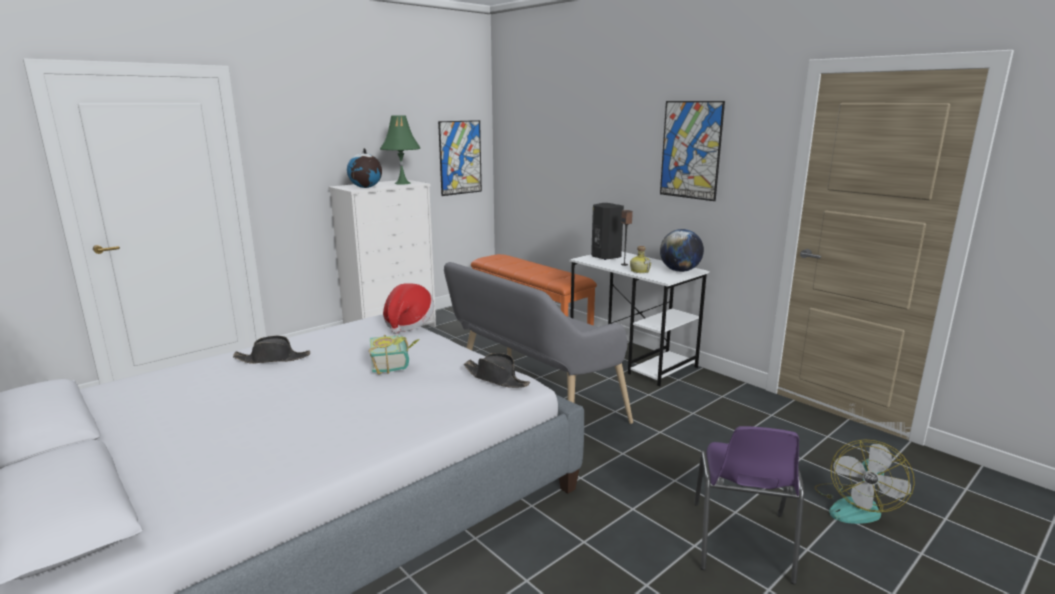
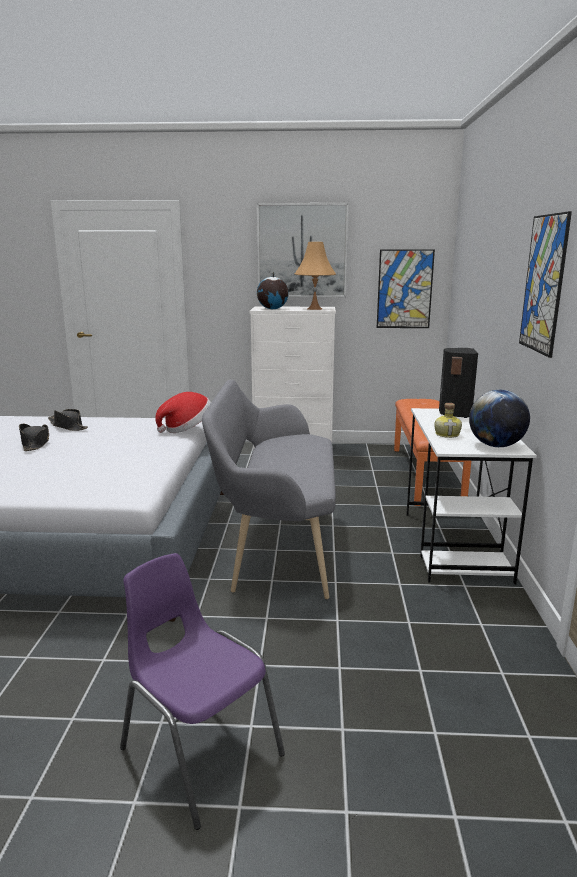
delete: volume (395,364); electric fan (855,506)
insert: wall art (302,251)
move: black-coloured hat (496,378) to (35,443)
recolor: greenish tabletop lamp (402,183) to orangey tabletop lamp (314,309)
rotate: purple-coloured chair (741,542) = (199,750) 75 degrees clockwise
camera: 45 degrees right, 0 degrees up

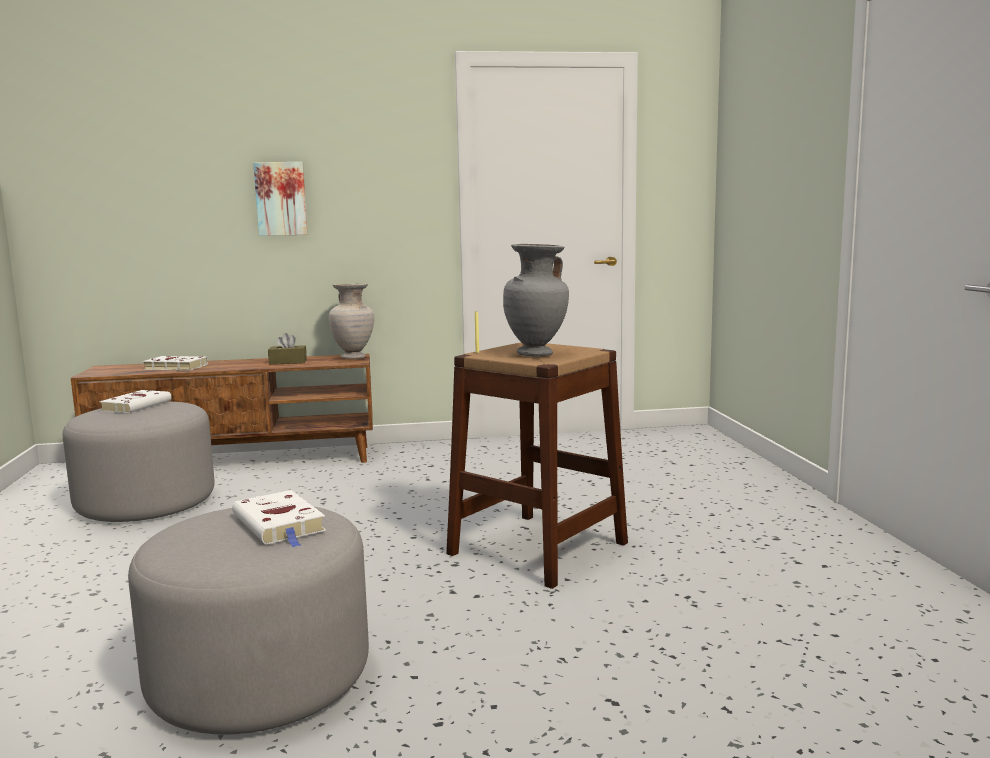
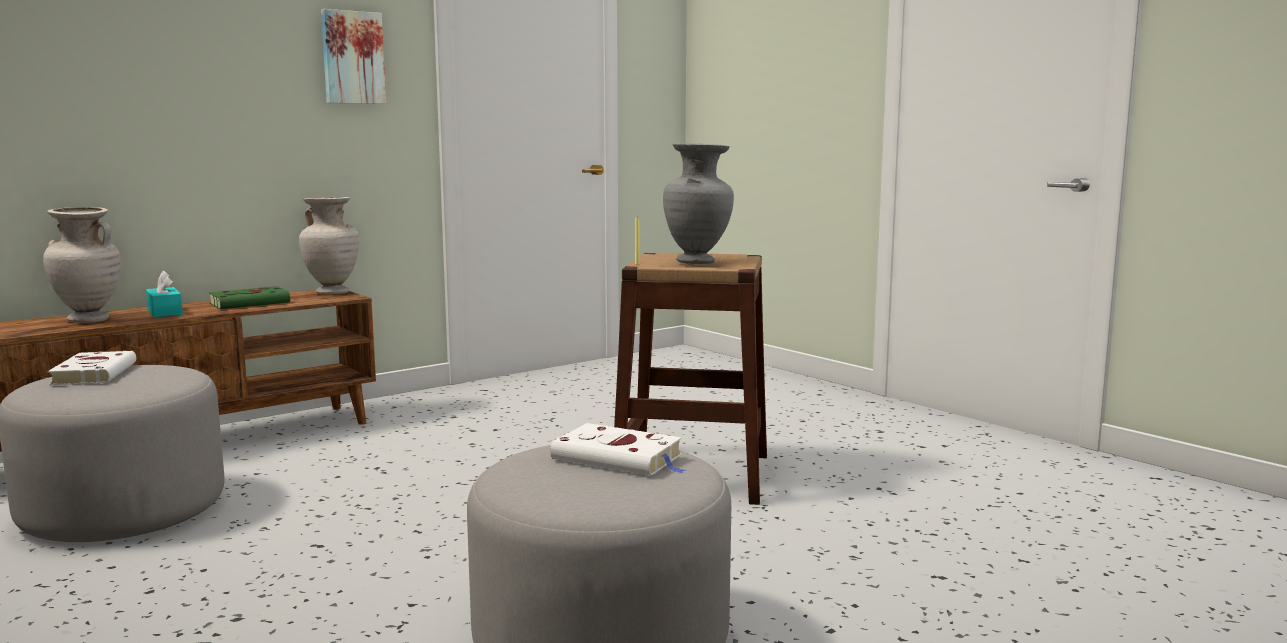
insert: blue-green tissue box (165,312)
move: wall art (281,199) to (352,58)
replace: brown tissue box (288,362) to greenish volume (252,303); white volume (174,367) to sand-coloured decorative vase (88,320)
camera: 30 degrees left, 0 degrees up

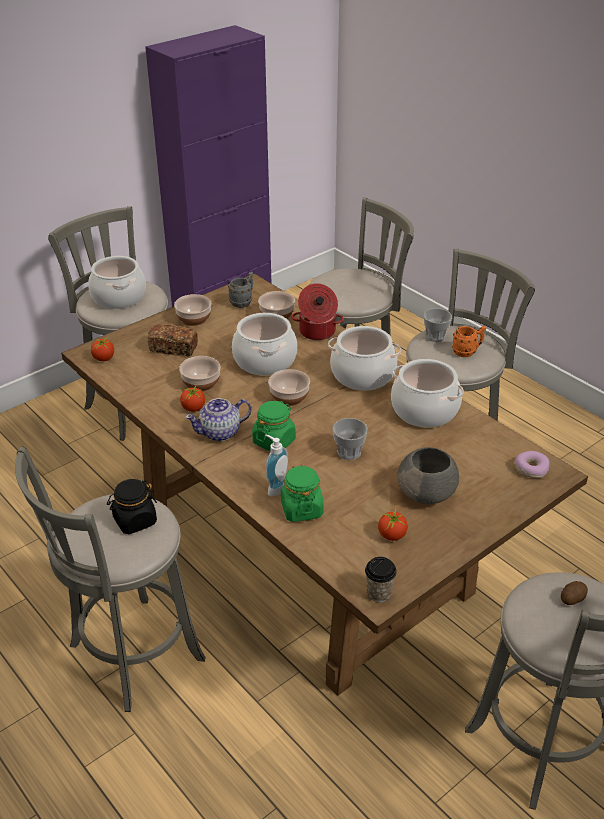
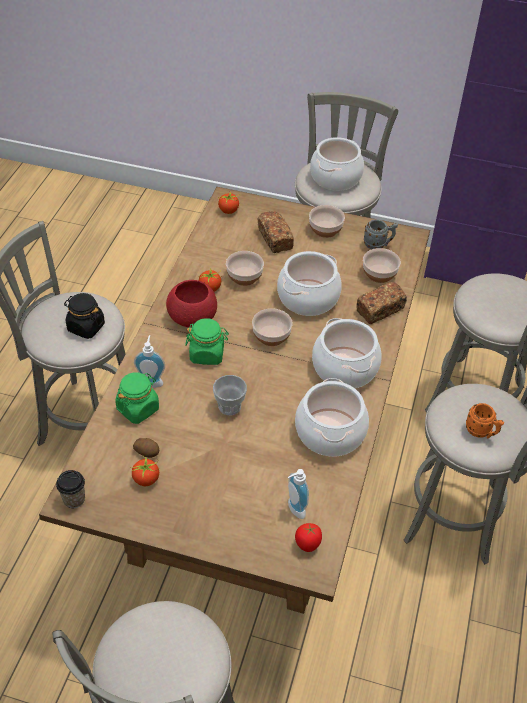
delete: drinking cup (435,336); grey deep dish (427,493)
insert: soap dispenser (293,510)
move: spud (572,598) to (147,451)
replace: saucepot (317,332) to bakery bread (380,310); tea pot (220,432) to reddish deep dish (193,318); donut (531,469) to fresh tomato (307,545)
camera: 55 degrees right, 10 degrees up

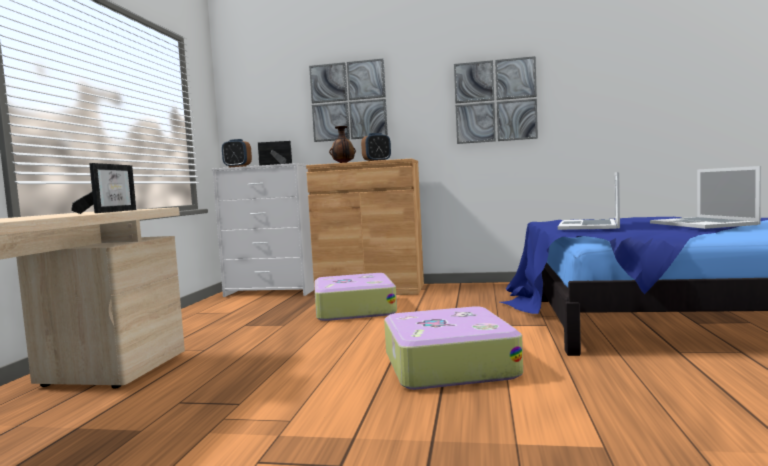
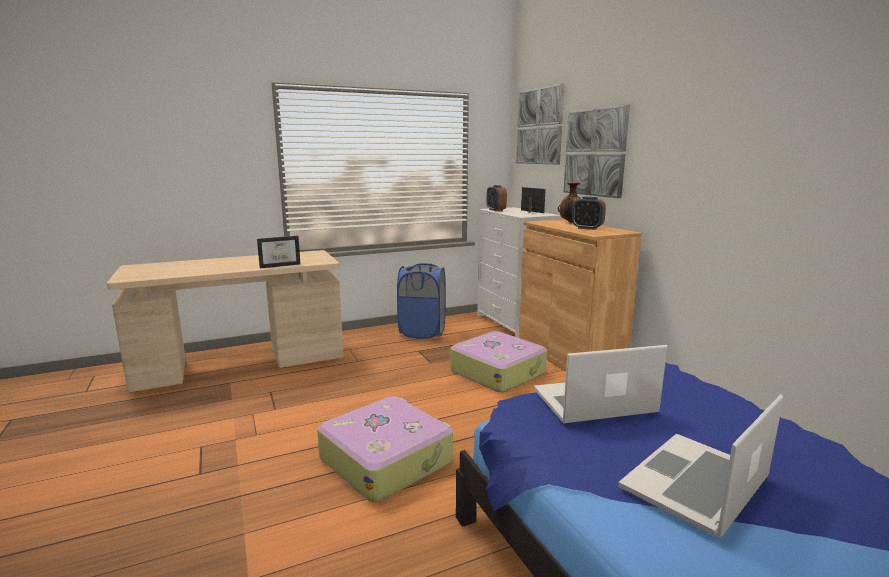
insert: blue hamper (422,332)
move: wall art (495,101) to (539,126)
camera: 55 degrees right, 10 degrees up

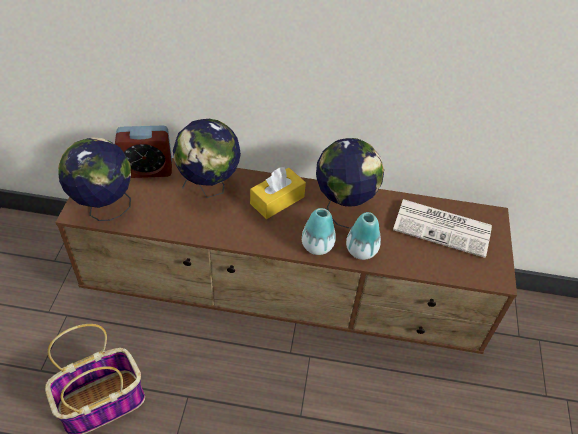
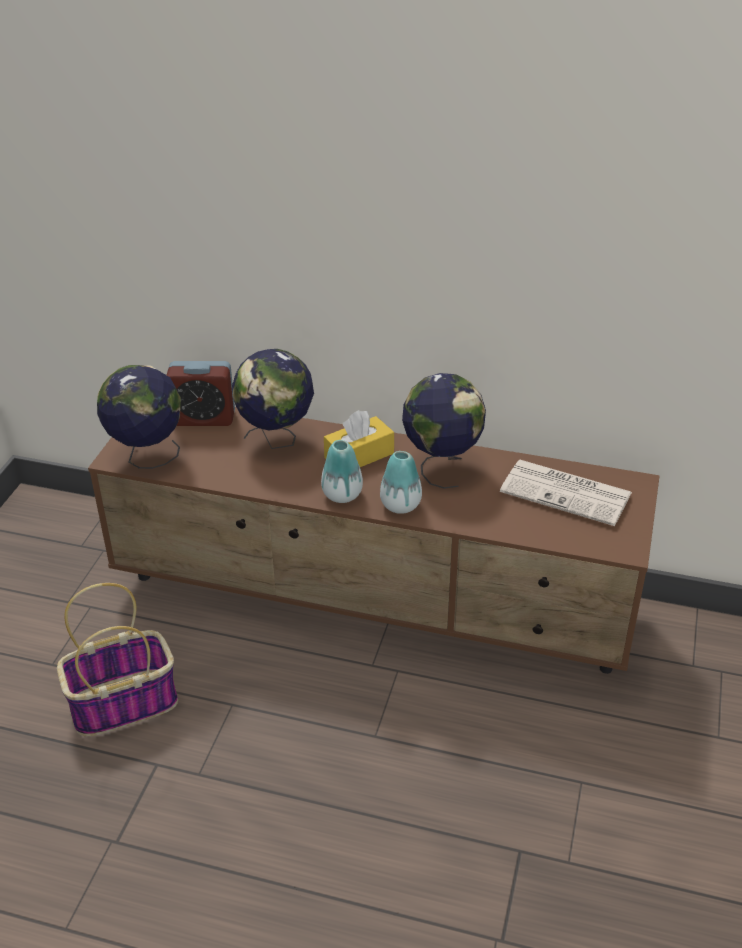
move: decorative vase (361,250) to (342,495)
camera: 10 degrees right, 10 degrees down

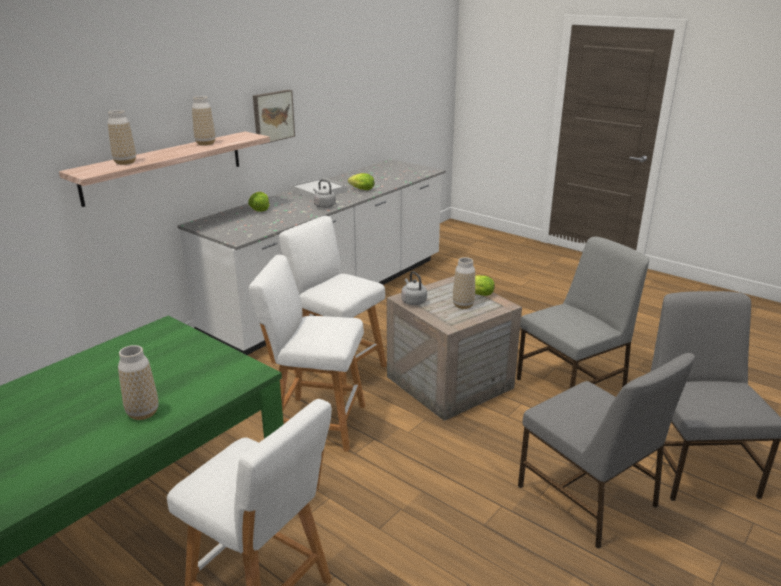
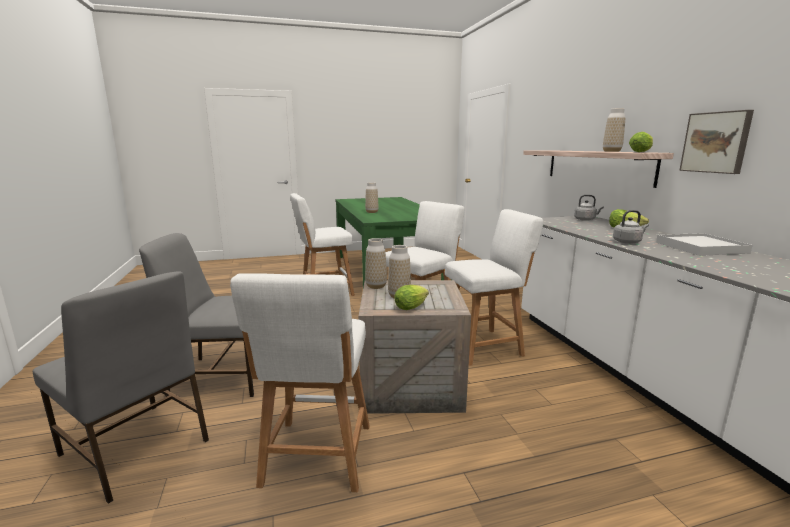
move: decorative vase (125,162) to (376,286); lettuce head (360,189) to (641,152); grey water kettle (413,301) to (585,219)
replace: grey chair (573,384) to white stool seat (316,459)
camera: 125 degrees right, 10 degrees down

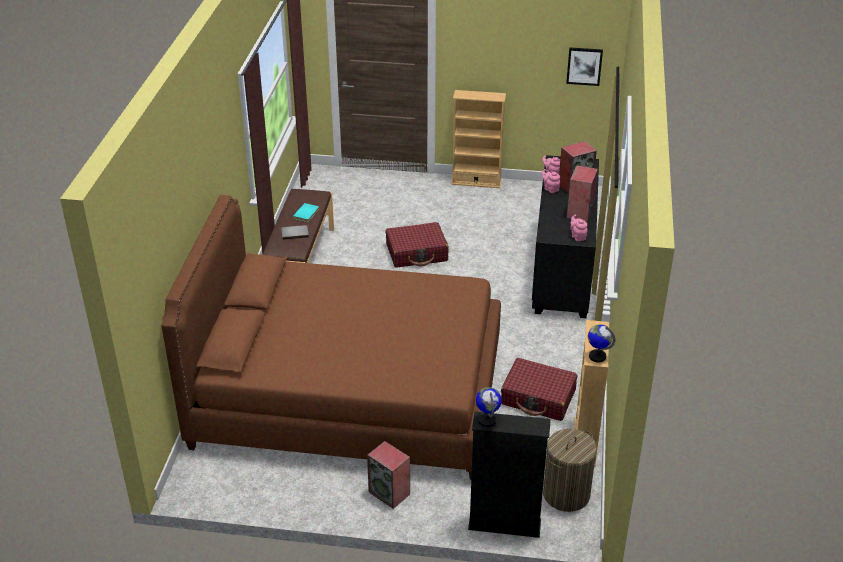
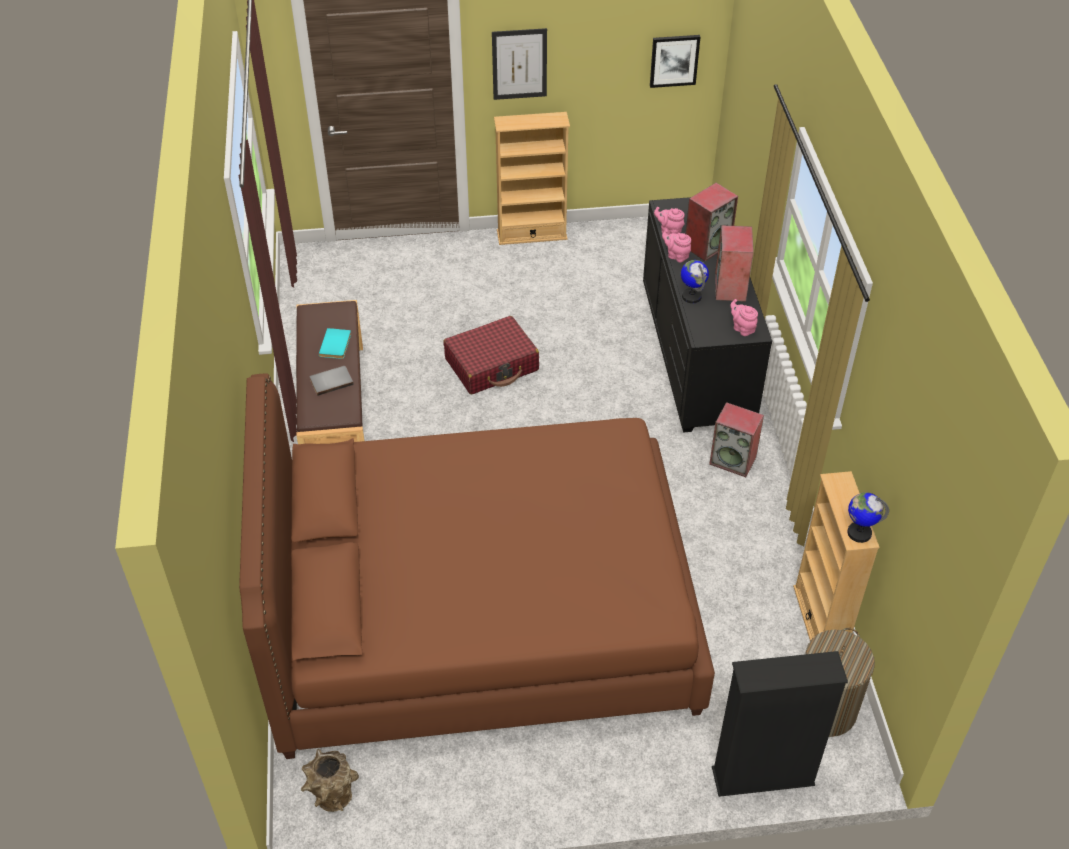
delete: reddish suitcase (538,397)
insert: wall art (519,64); brown decorative vase (331,795)
move: desk globe (487,420) to (691,296); speaker (390,493) to (733,460)
camera: 15 degrees left, 10 degrees up

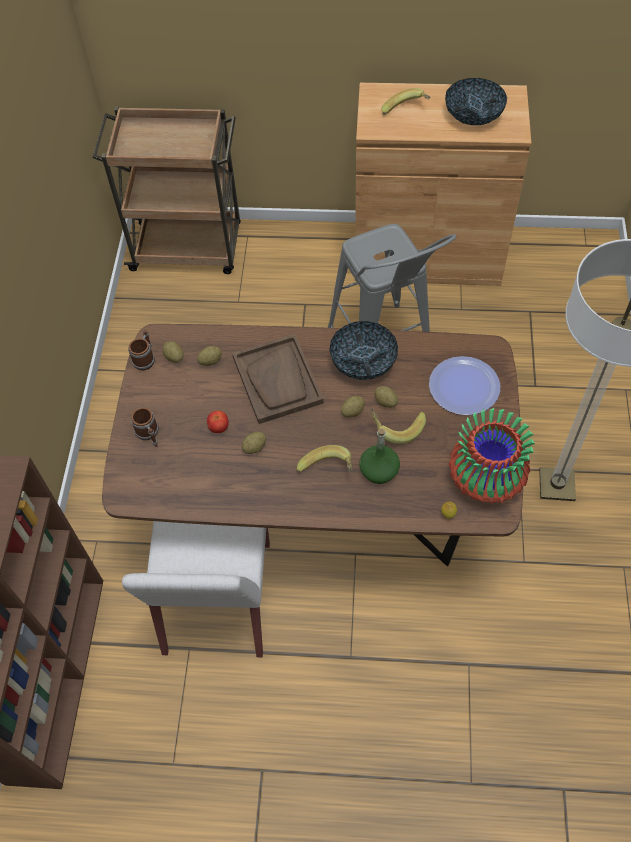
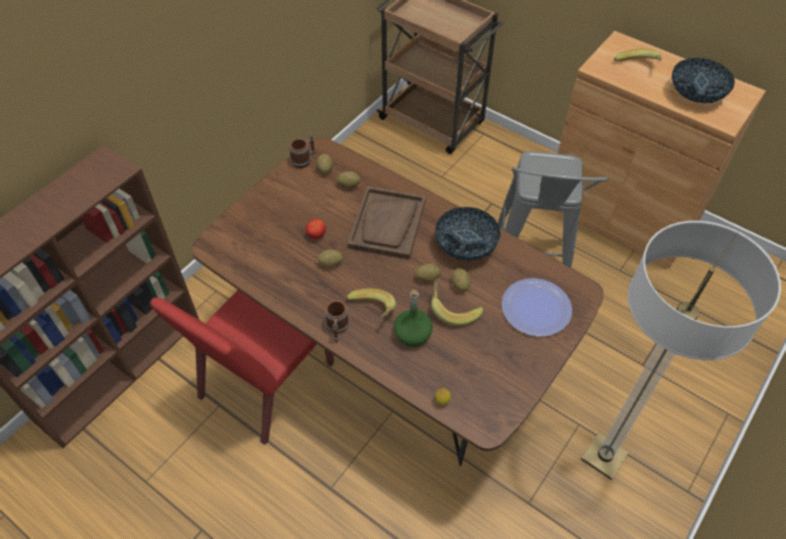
delete: decorative vase (485,478)
move: tea mug (149,435) to (337,328)
recolor: white chair (217,599) to reddish chair (265,382)
camera: 30 degrees right, 5 degrees down

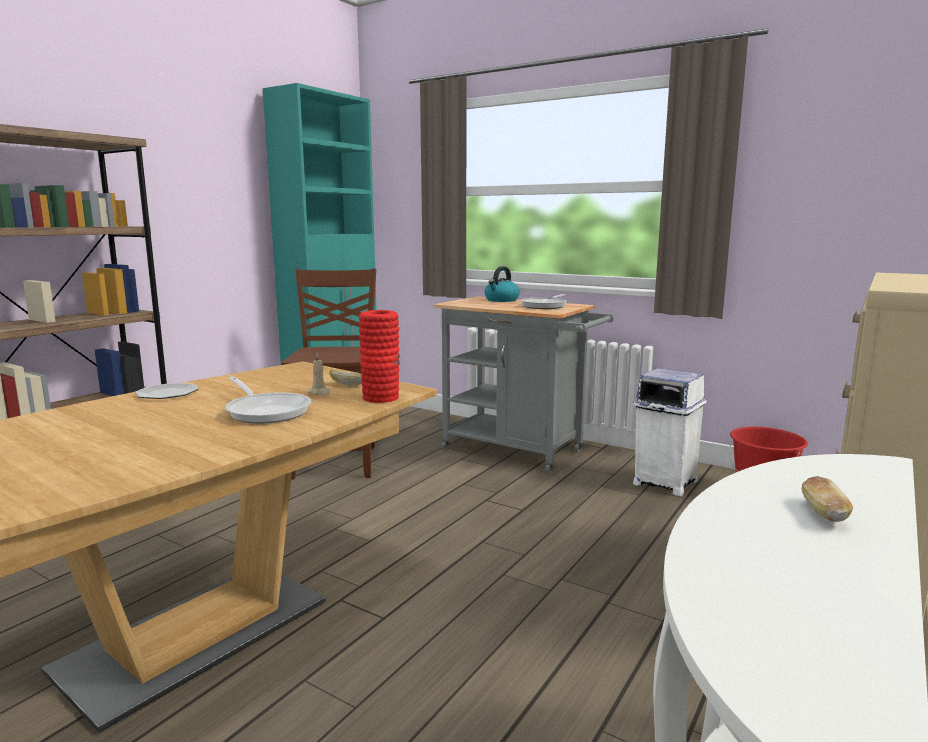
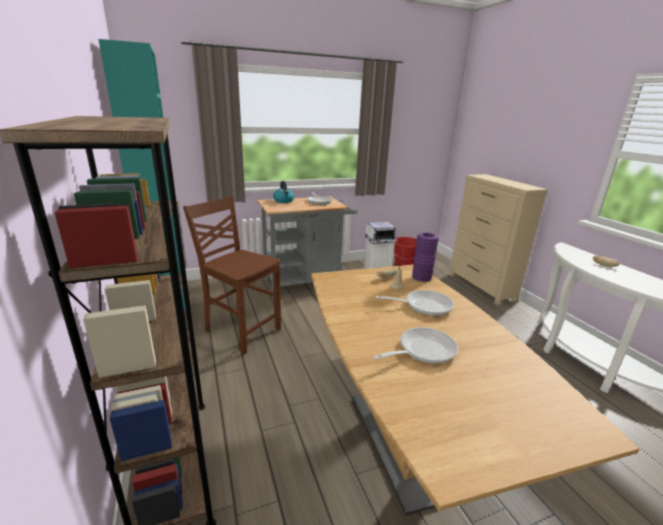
delete: plate (167,393)
insert: skillet (422,350)
recolor: reddish decorative vase (381,398) to purple-coloured decorative vase (421,277)
camera: 55 degrees left, 10 degrees up

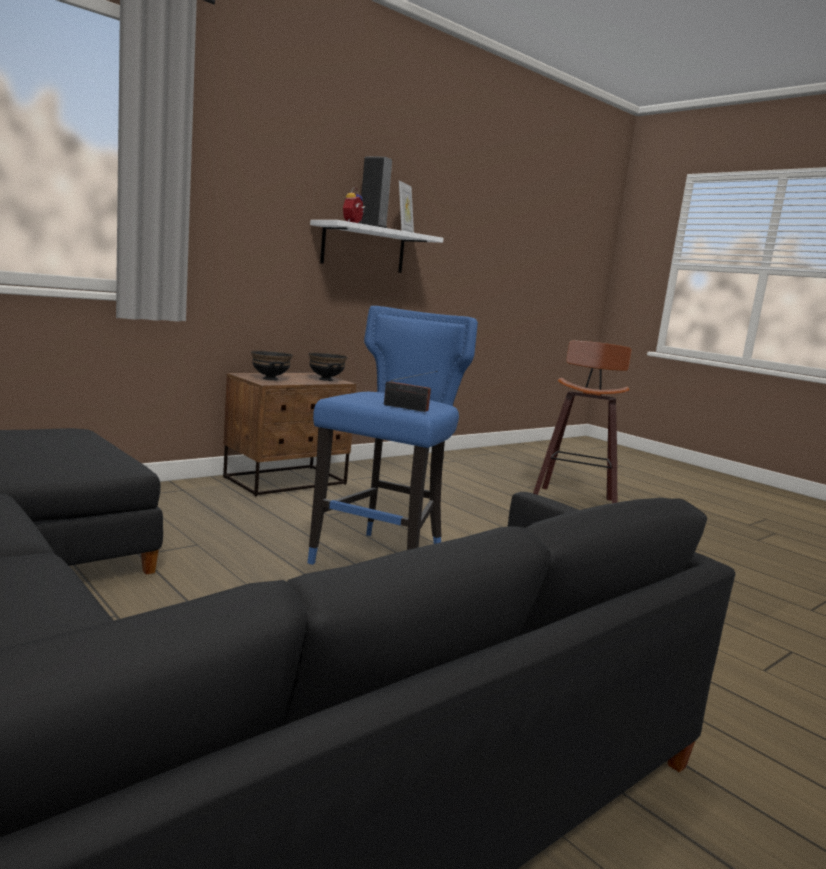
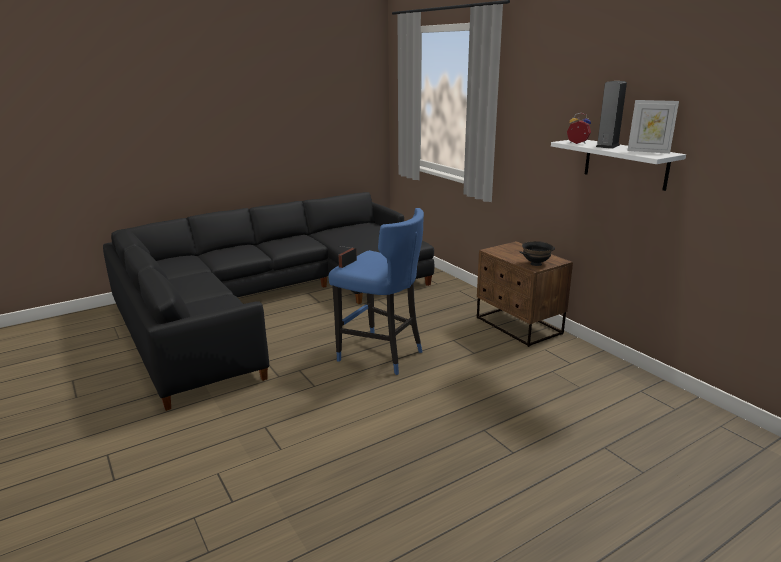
delete: stool seat (574,501); black-coloured deep dish (269,379)
camera: 100 degrees right, 10 degrees up

